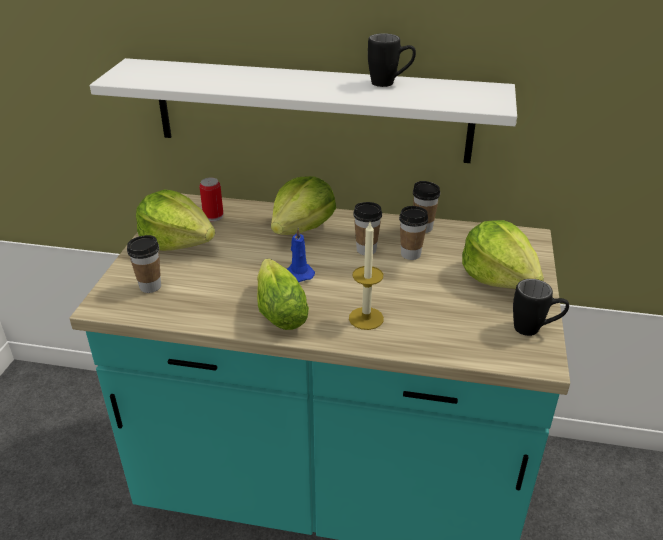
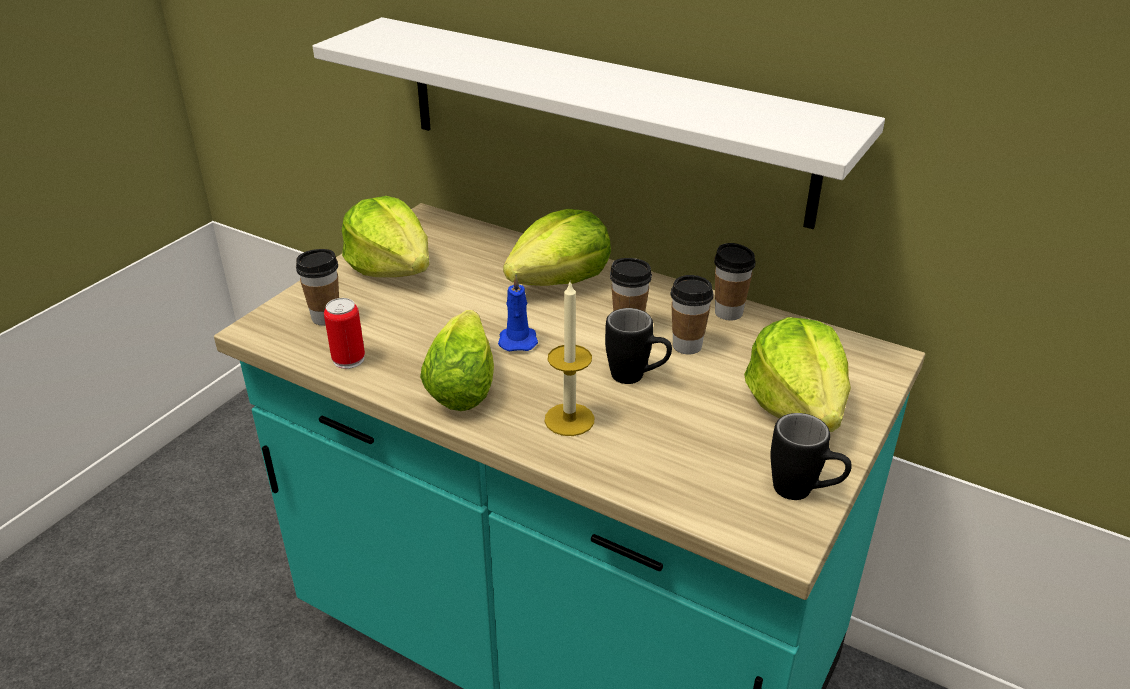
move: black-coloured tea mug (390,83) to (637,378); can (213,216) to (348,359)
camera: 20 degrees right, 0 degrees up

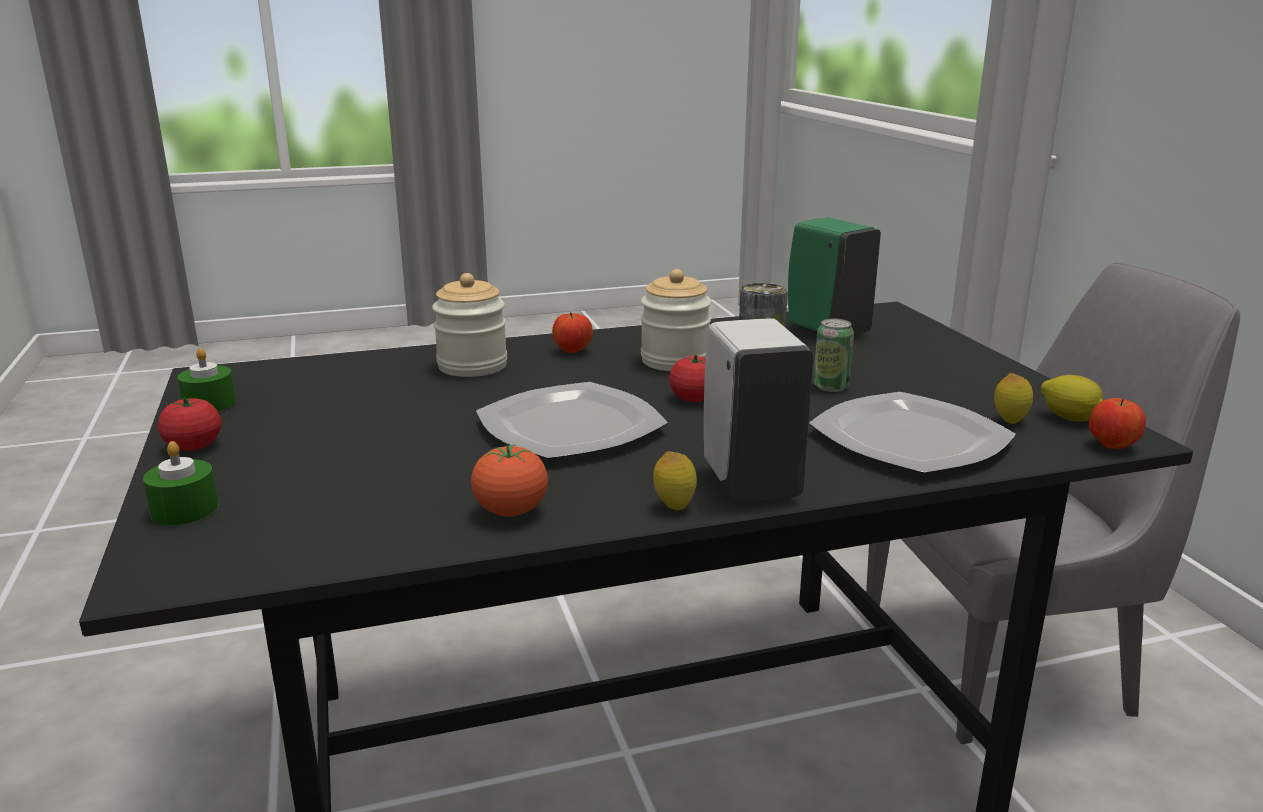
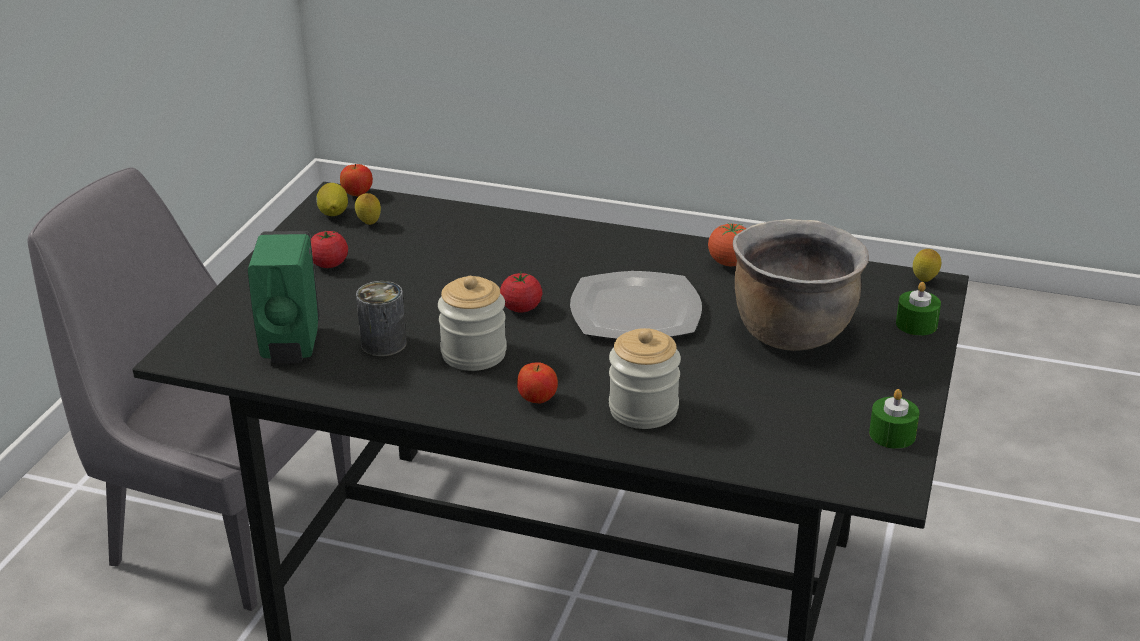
delete: white soap dispenser (749,481); can (830,387); plate (910,440)
insert: brown saucepot (792,332)
move: fresh tomato (194,446) to (329,264); lemon (674,507) to (924,281)
camera: 145 degrees left, 10 degrees up

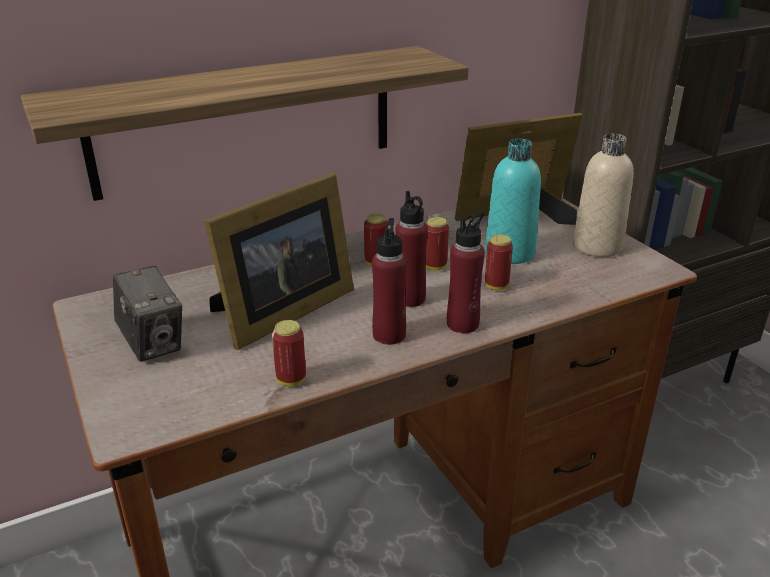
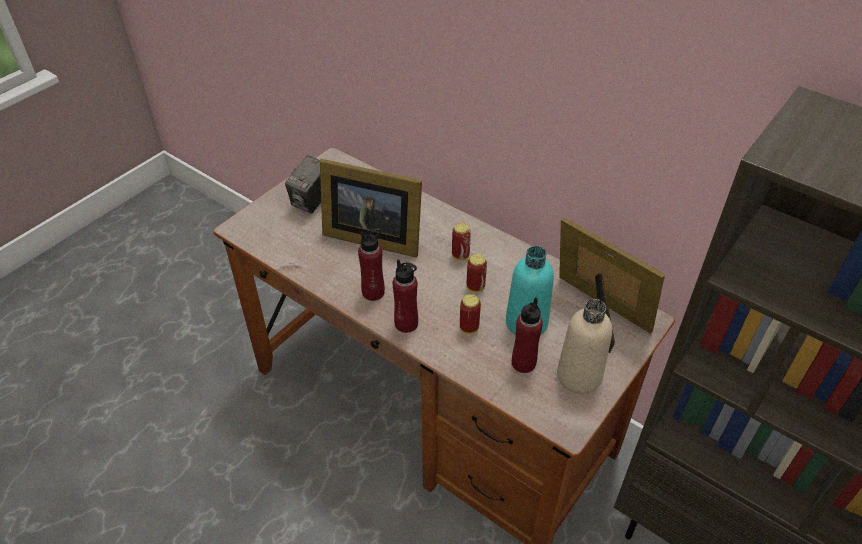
delete: shelf (246,121); can (291,380)
move: reddish drink bottle (410,299) to (523,363)
camera: 65 degrees right, 15 degrees up

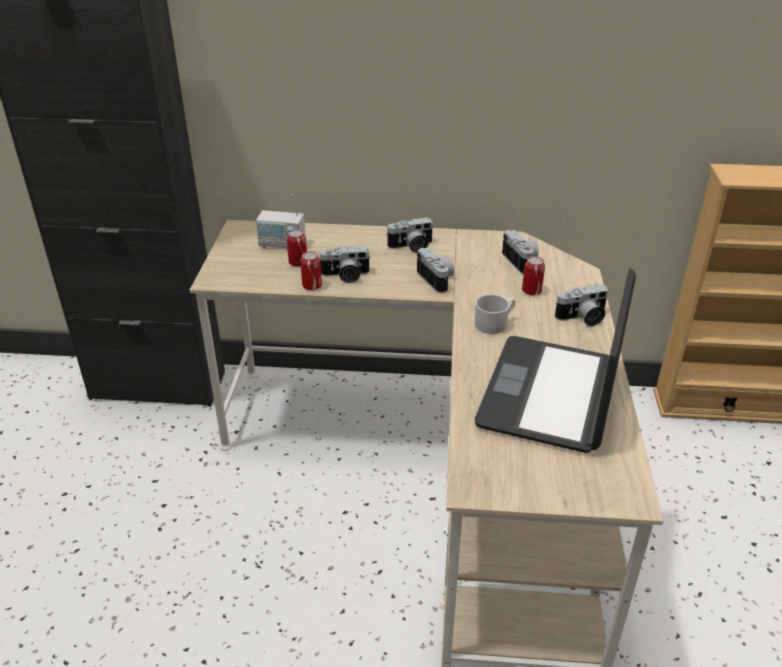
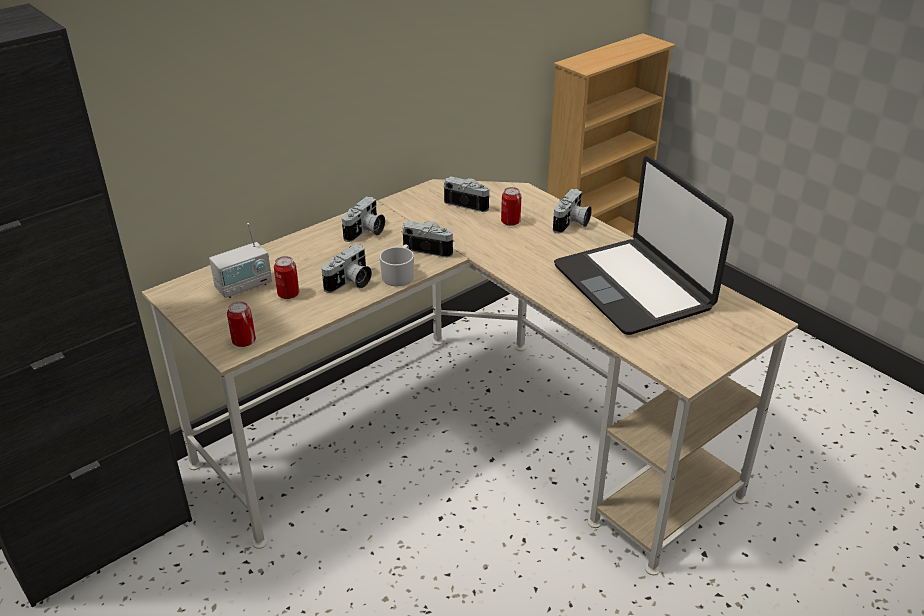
move: can (312,286) to (244,341); white tea mug (494,323) to (399,275)
camera: 45 degrees left, 0 degrees up

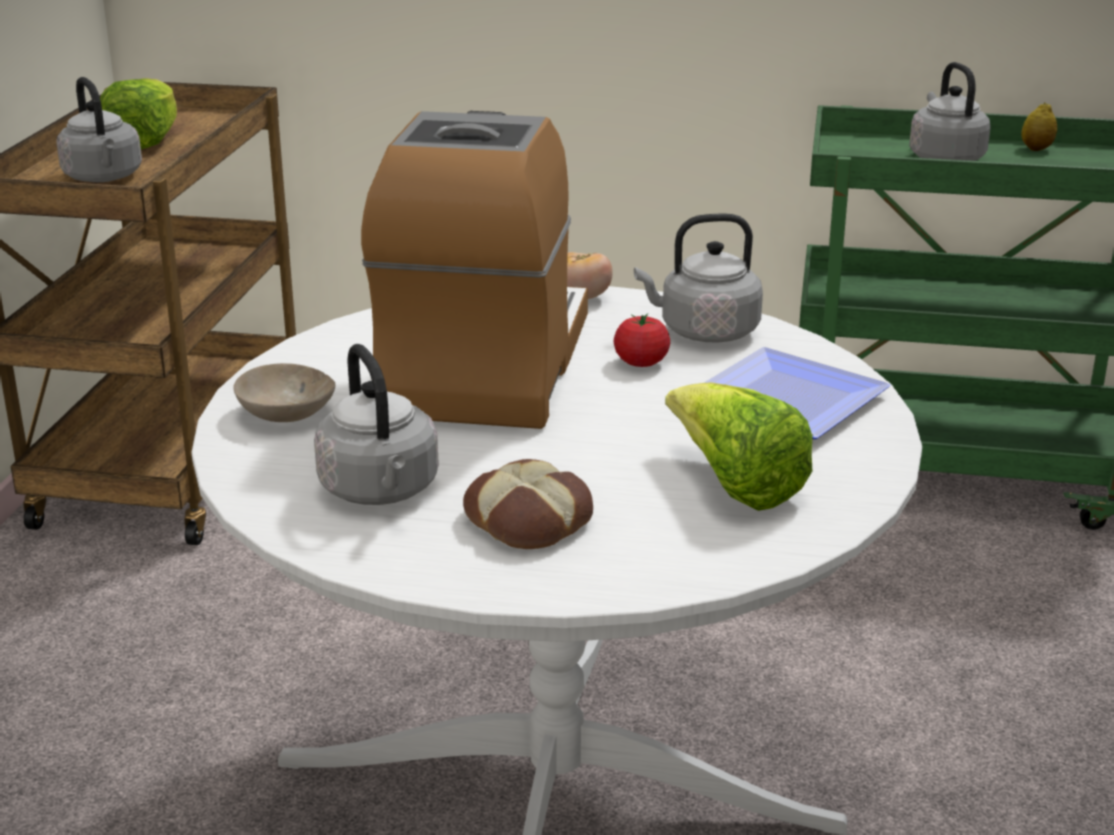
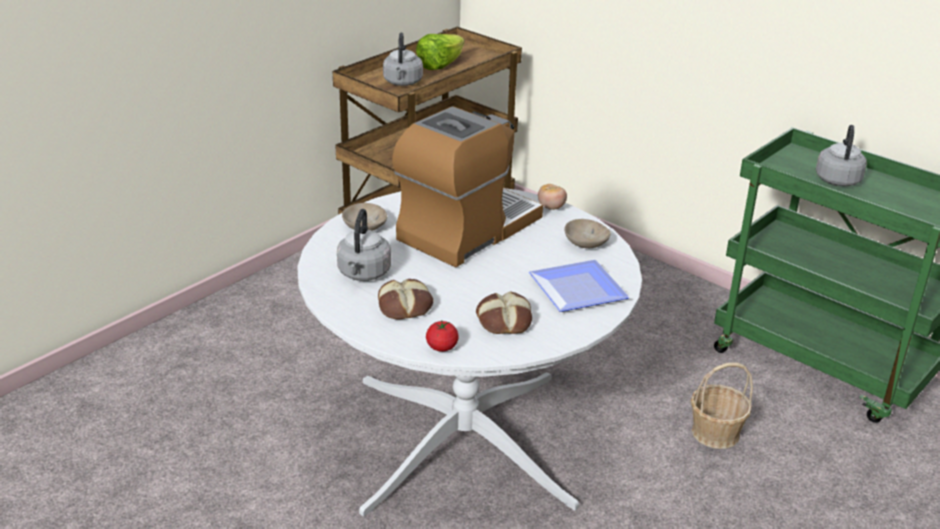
delete: lemon (1036,149)
insert: basket (715,432)
move: fresh tomato (641,362) to (442,347)
replace: grey water kettle (704,332) to sand-coloured deep dish (584,243); lettuce head (734,485) to bakery bread (503,320)
camera: 30 degrees right, 5 degrees up

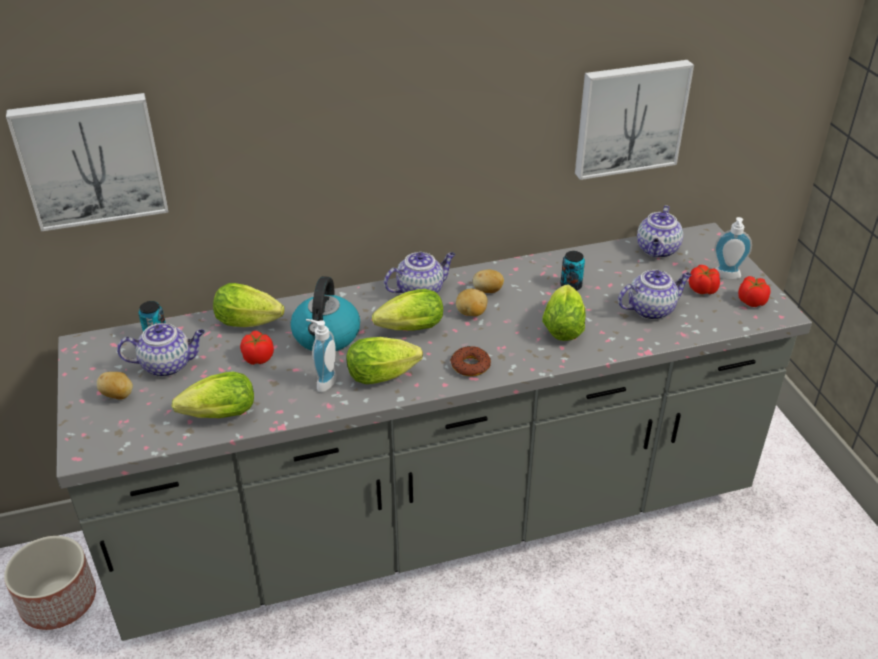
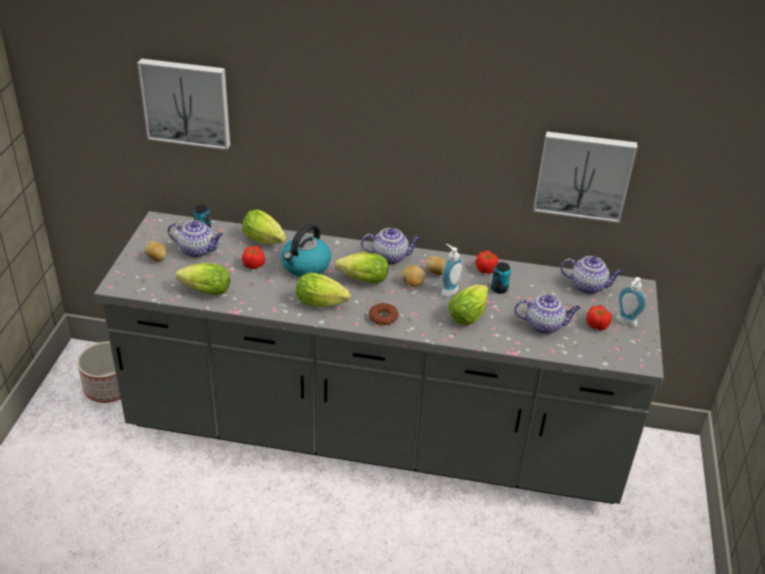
move: fresh tomato (751,301) to (486,269); soap dispenser (323,381) to (448,290)
rotate: tea pot (657,250) = (588,286) 120 degrees counterclockwise
camera: 25 degrees right, 0 degrees up

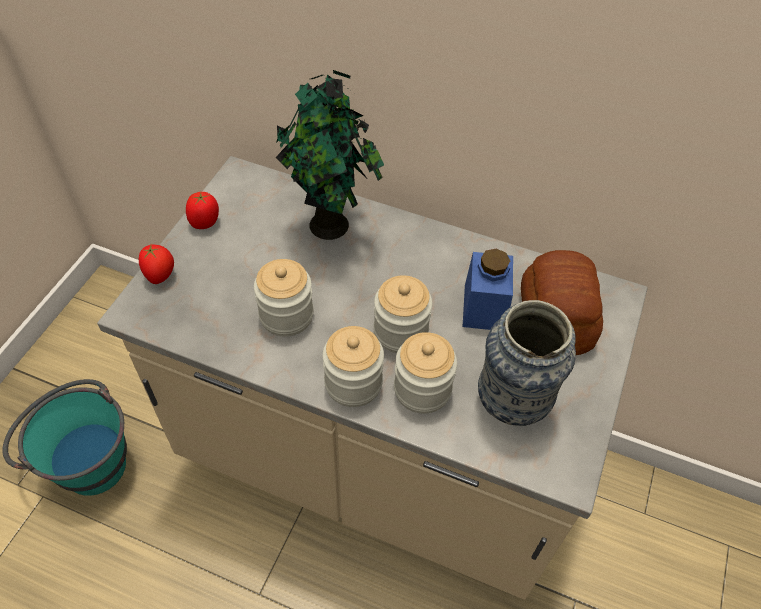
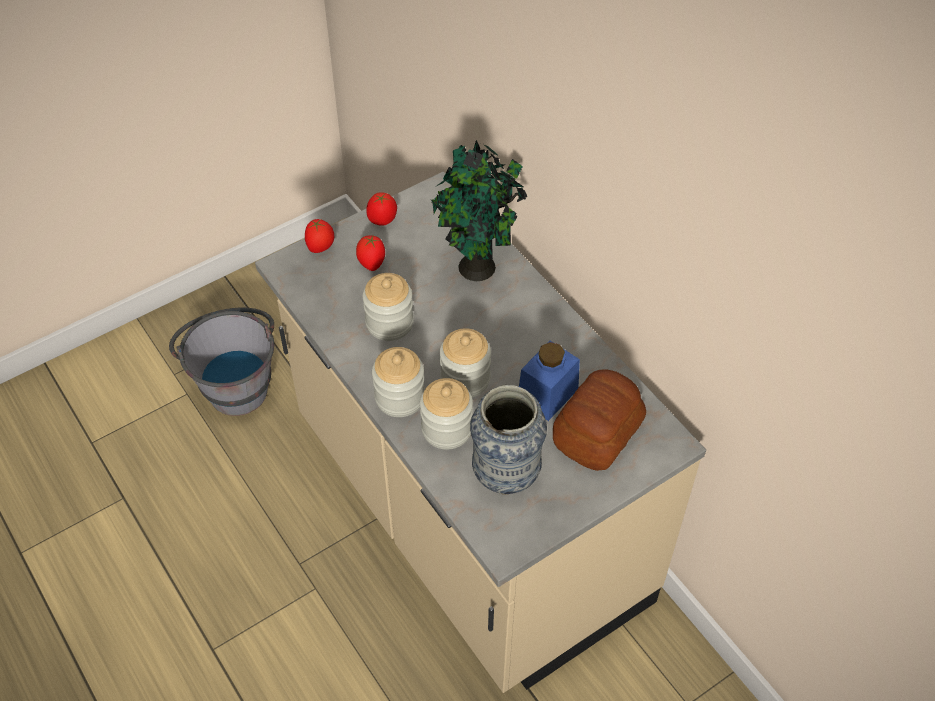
insert: fresh tomato (371,263)
recolor: blue-green water bucket (85,459) to grey water bucket (234,381)
camera: 35 degrees right, 0 degrees up

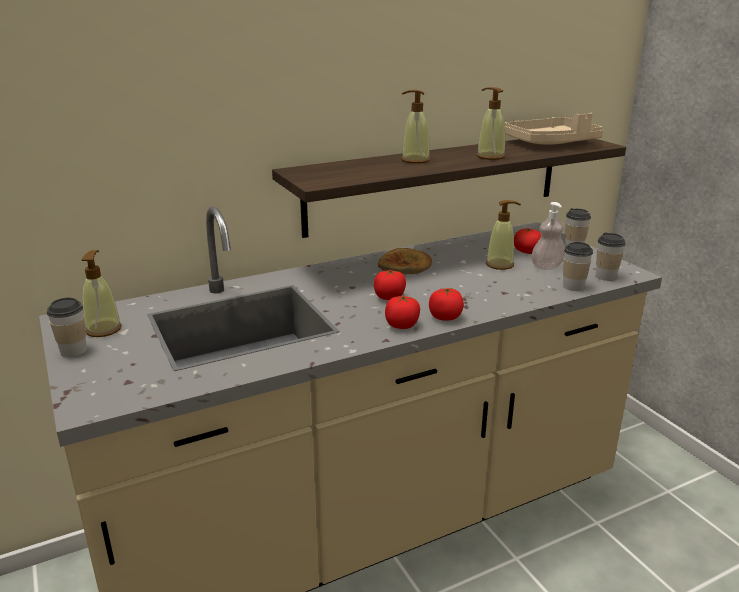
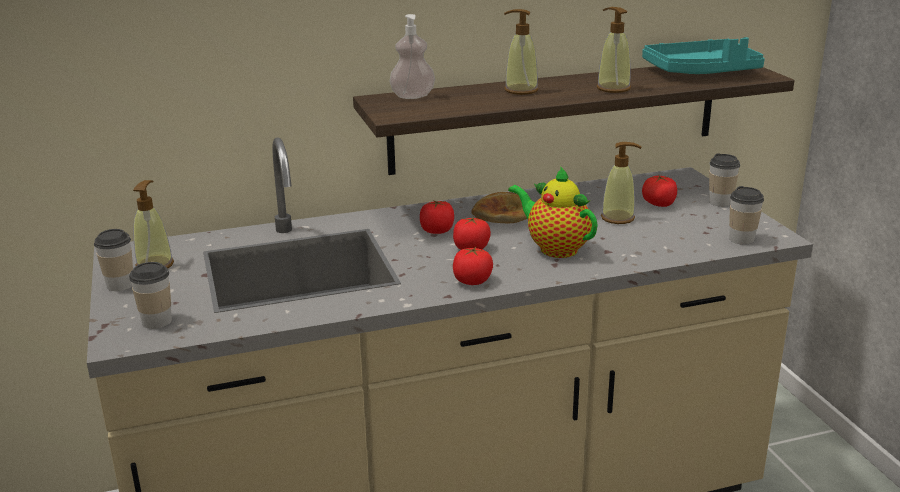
insert: tea pot (554,248)
move: soap dispenser (547,267) to (412,96); drinking cup (573,286) to (157,321); fresh tomato (445,317) to (437,231)
recolor: sand-coloured serving tray (551,143) to blue-green serving tray (701,72)
camera: 10 degrees right, 0 degrees up

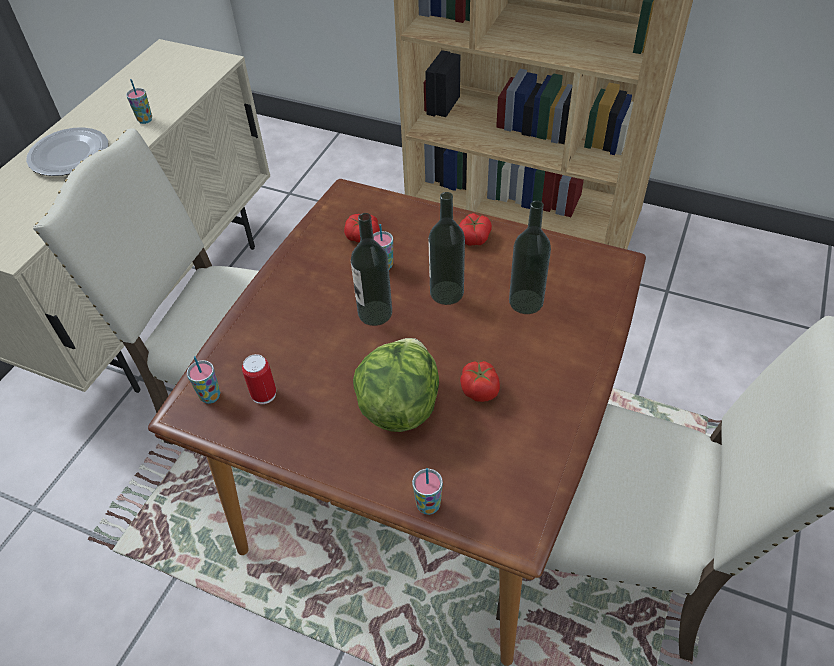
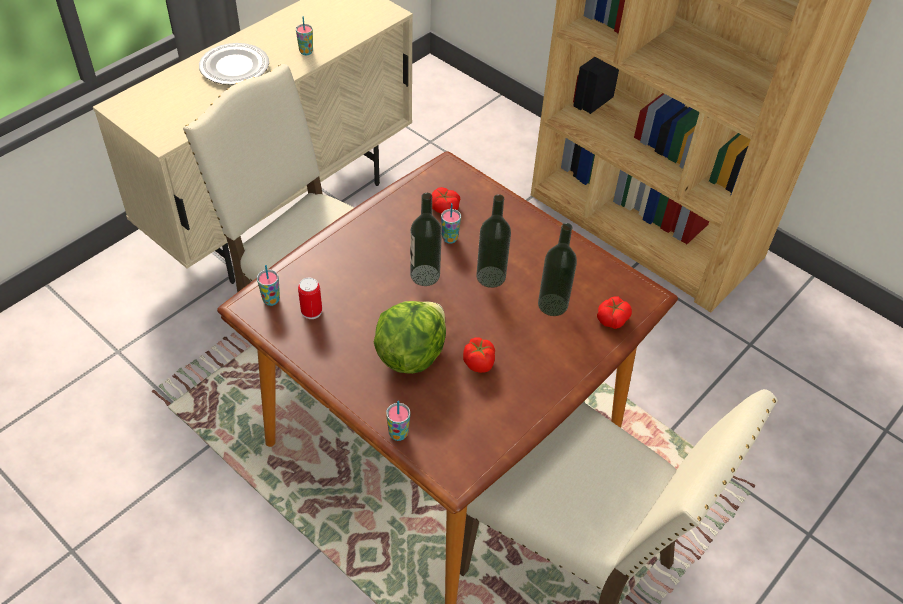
move: fresh tomato (474,237) to (612,318)
camera: 15 degrees right, 0 degrees up

